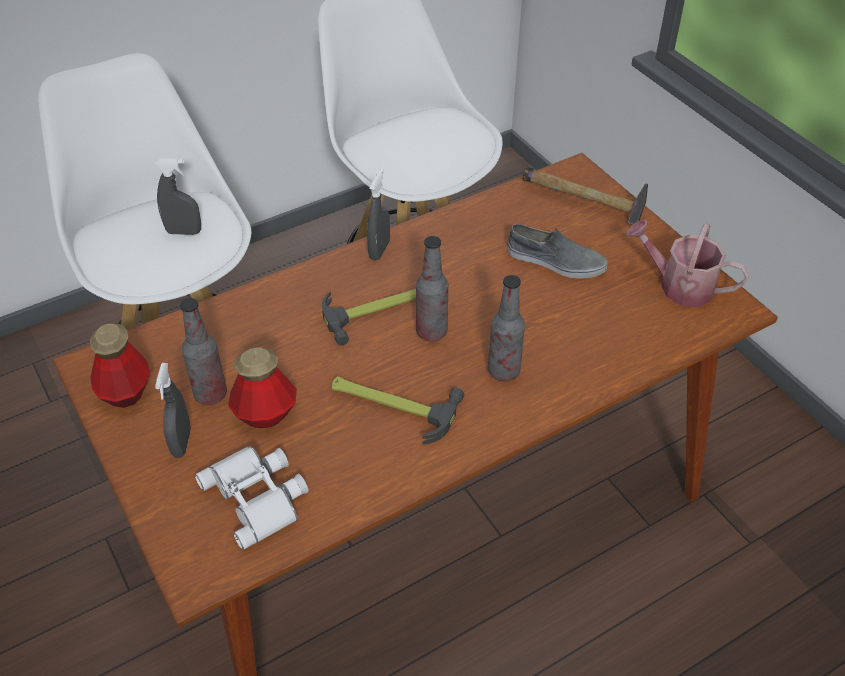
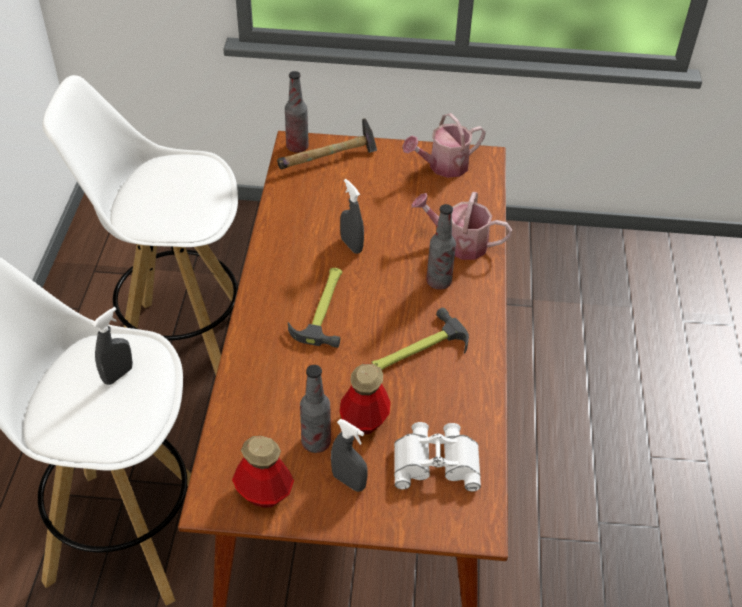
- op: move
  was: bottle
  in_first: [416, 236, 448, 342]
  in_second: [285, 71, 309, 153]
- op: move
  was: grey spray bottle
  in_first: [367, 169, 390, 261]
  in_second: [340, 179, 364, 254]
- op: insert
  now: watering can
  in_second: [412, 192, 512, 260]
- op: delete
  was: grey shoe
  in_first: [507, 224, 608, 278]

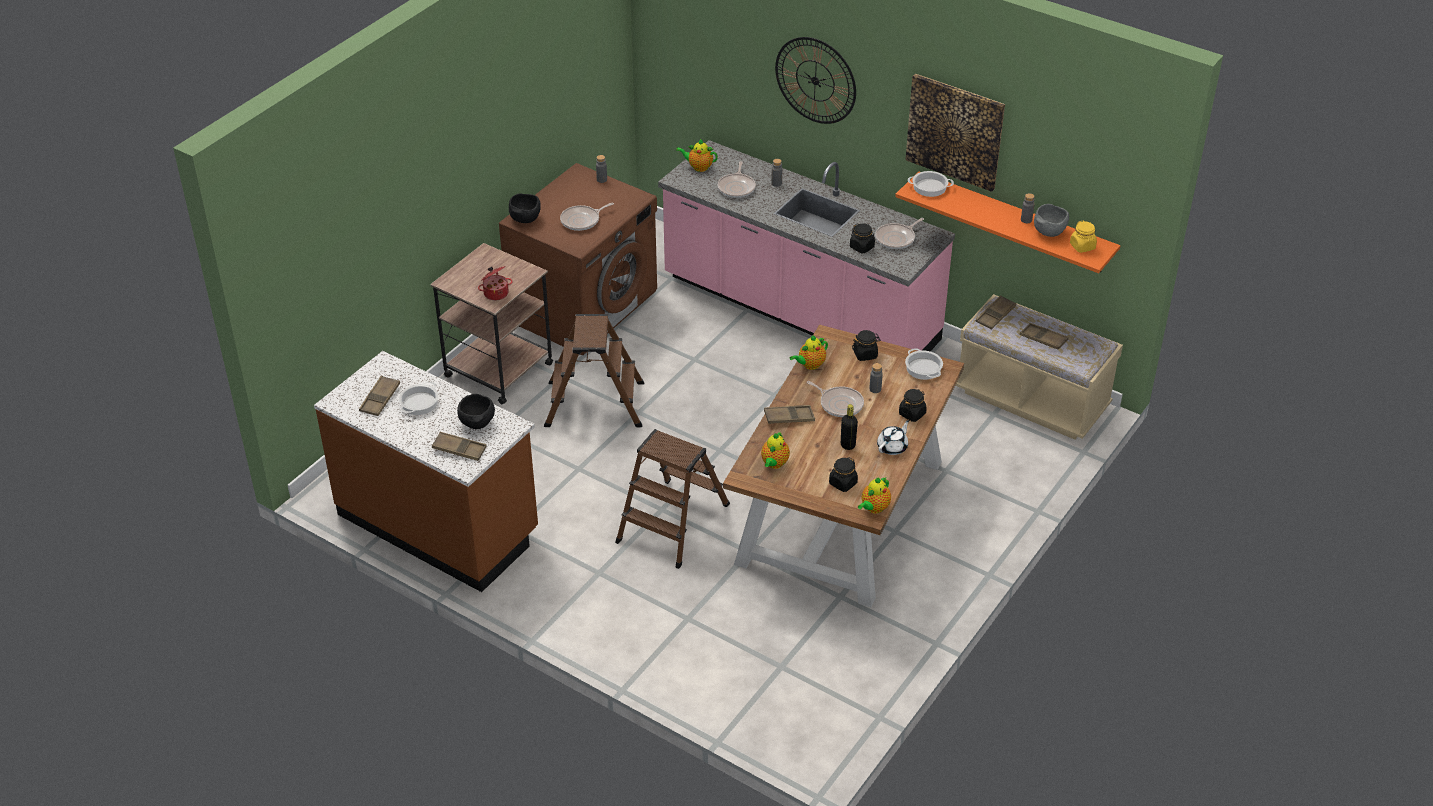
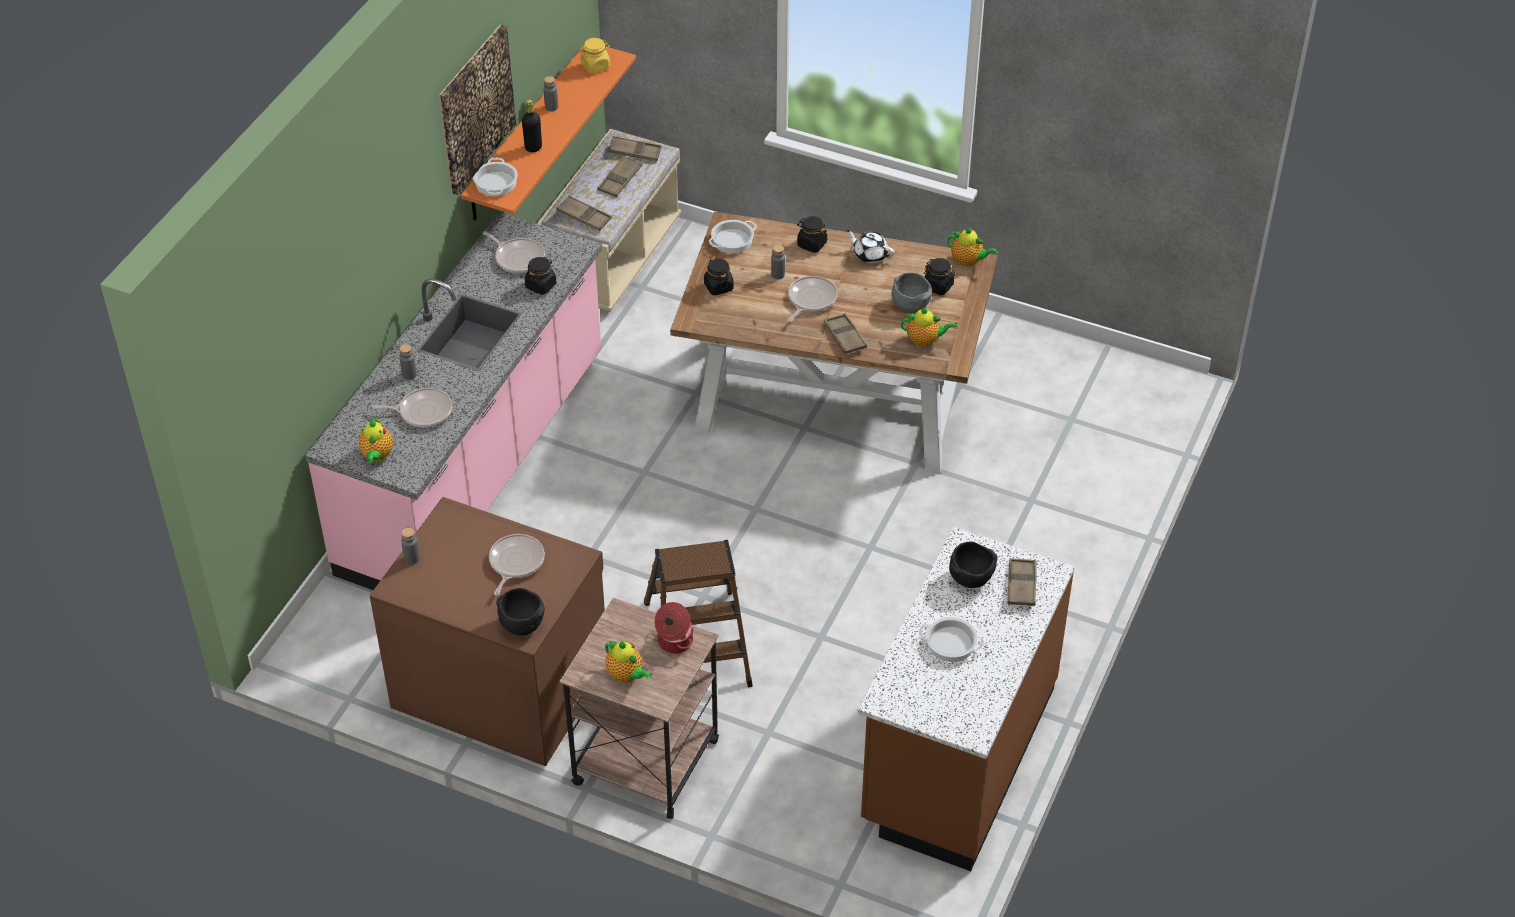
- op: rotate
  was: frying pan
  in_first: [560, 203, 614, 231]
  in_second: [489, 534, 545, 595]
  clockwise: -120
- op: move
  was: black bottle
  in_first: [841, 404, 858, 450]
  in_second: [522, 99, 542, 152]
- op: move
  was: teapot
  in_first: [790, 335, 828, 370]
  in_second: [605, 641, 652, 683]
- op: move
  was: brown tray
  in_first: [359, 376, 400, 416]
  in_second: [609, 136, 662, 161]
- op: move
  was: grey bowl
  in_first: [1034, 204, 1069, 237]
  in_second: [891, 272, 932, 313]
- op: delete
  was: brown step ladder
  in_first: [615, 429, 730, 569]
- op: delete
  was: wall clock
  in_first: [775, 37, 856, 124]

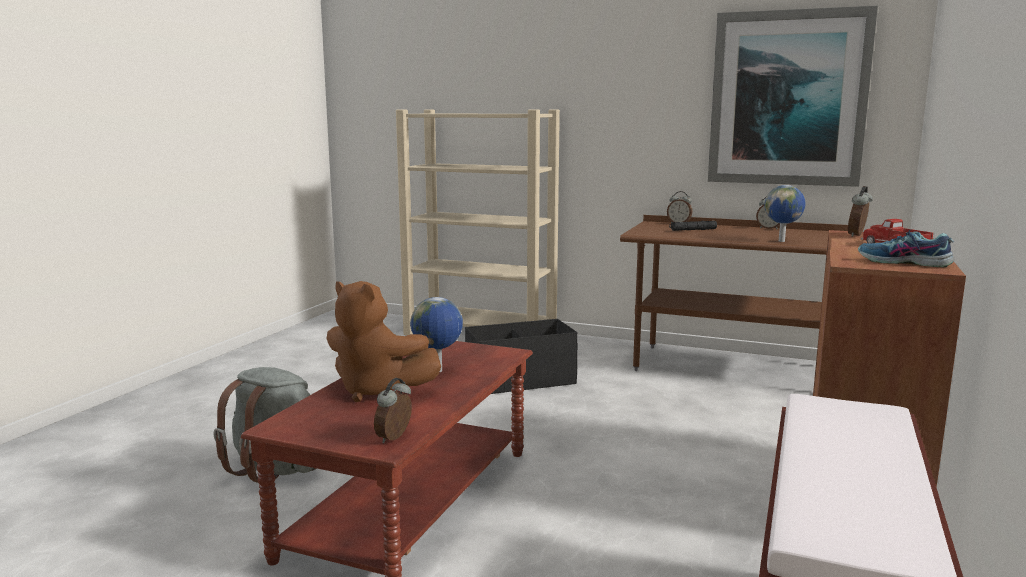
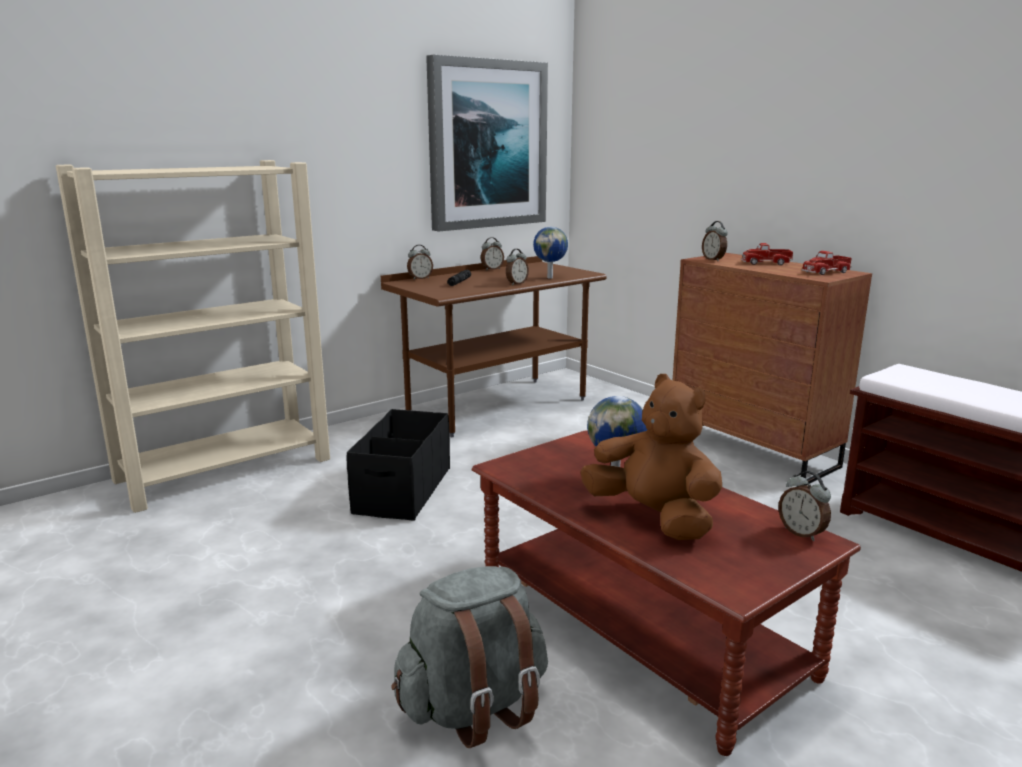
- op: insert
  now: alarm clock
  in_second: [506, 249, 529, 285]
- op: rotate
  was: brown plush toy
  in_first: [326, 281, 441, 402]
  in_second: [580, 374, 722, 540]
  clockwise: -105
- op: replace
  was: shoe
  now: toy truck
  in_first: [858, 230, 954, 267]
  in_second: [801, 251, 852, 275]

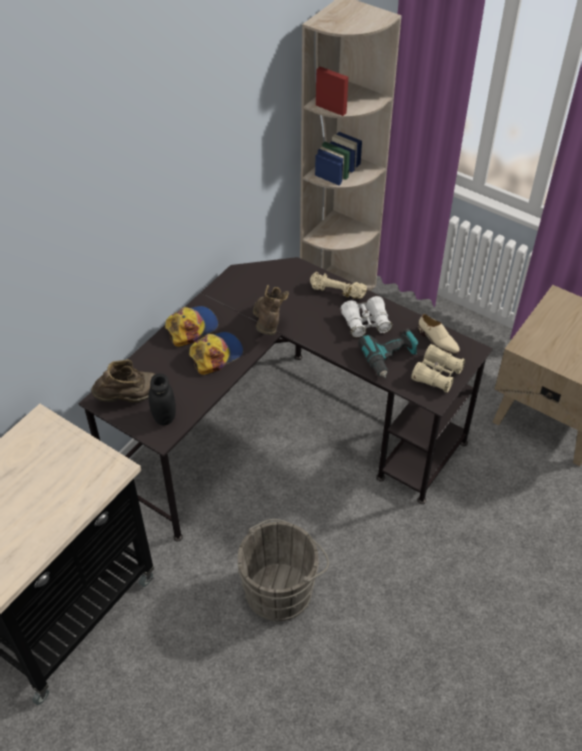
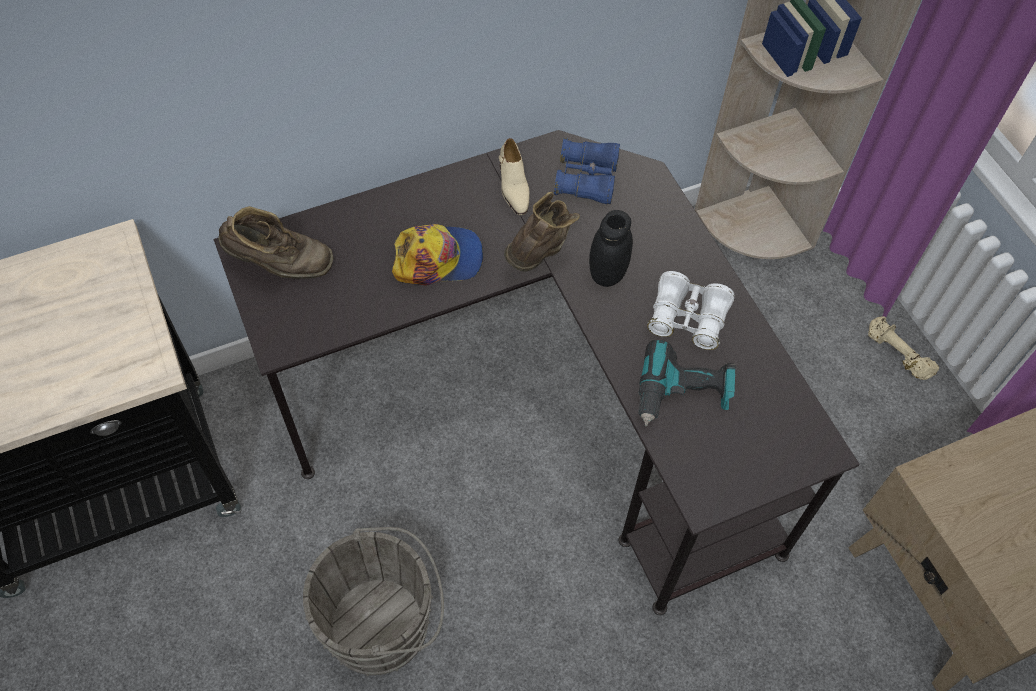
- op: move
  was: beige shoe
  in_first: [418, 314, 460, 354]
  in_second: [499, 138, 530, 215]
- op: insert
  now: blue binoculars
  in_second: [554, 138, 620, 204]
- op: move
  was: black jar
  in_first: [148, 374, 176, 426]
  in_second: [589, 210, 633, 287]
- op: move
  was: beige dumbbell
  in_first: [310, 272, 367, 299]
  in_second: [868, 316, 939, 380]
- op: delete
  was: cap
  in_first: [165, 306, 218, 347]
- op: delete
  was: beige binoculars
  in_first: [411, 344, 465, 393]

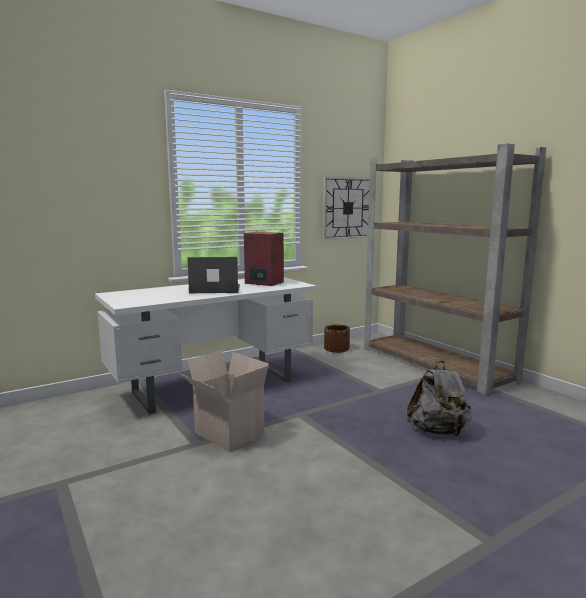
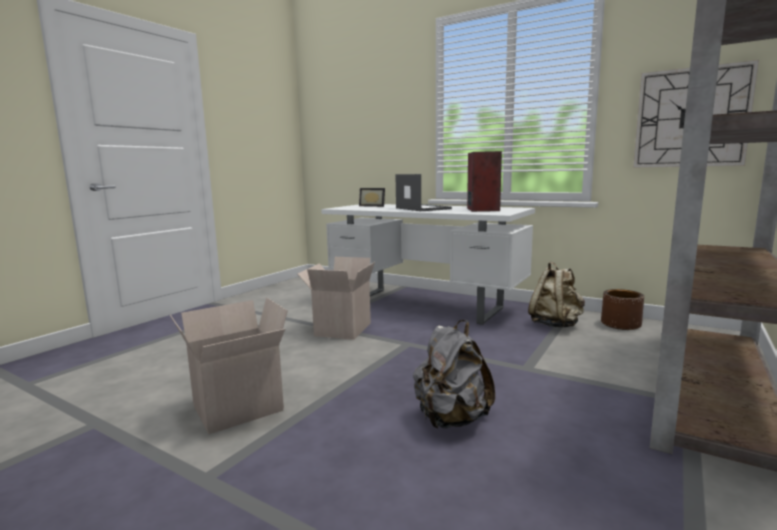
- op: insert
  now: cardboard box
  in_second: [170, 297, 288, 434]
- op: insert
  now: picture frame
  in_second: [359, 188, 385, 207]
- op: insert
  now: beige backpack
  in_second: [528, 262, 585, 328]

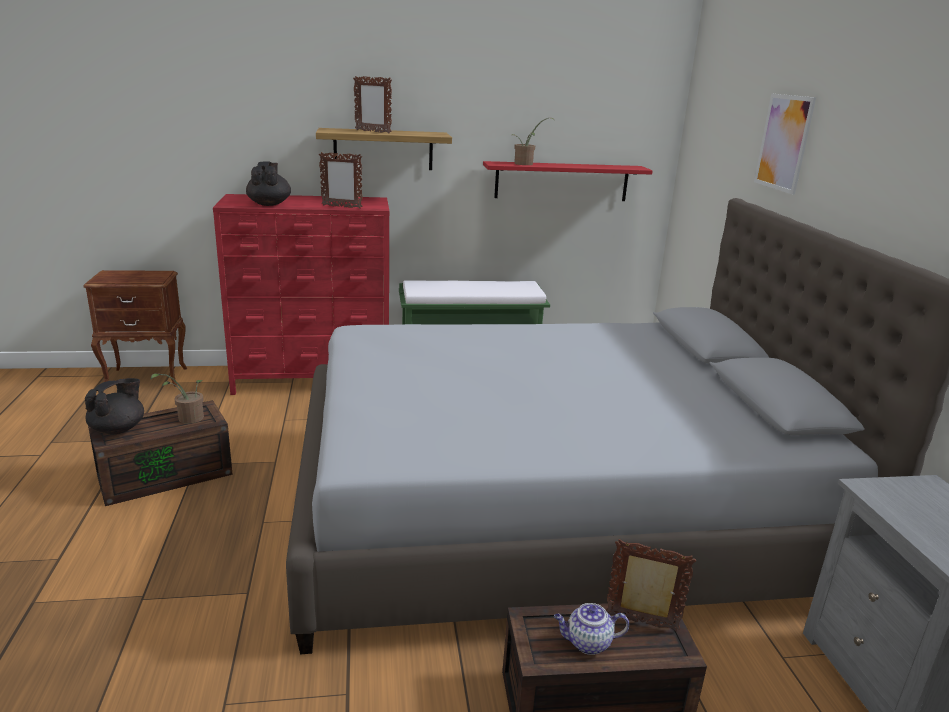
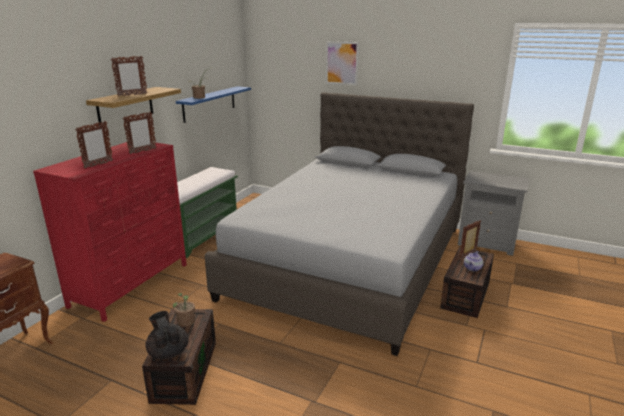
- op: replace
  was: black teapot
  now: picture frame
  in_first: [246, 161, 291, 206]
  in_second: [75, 121, 113, 169]
- op: recolor
  was: red shelf
  now: blue shelf
  in_first: [483, 161, 653, 201]
  in_second: [176, 86, 251, 123]

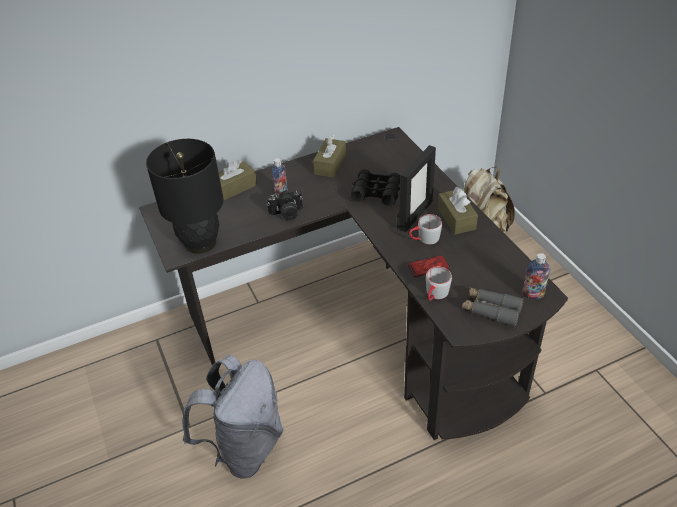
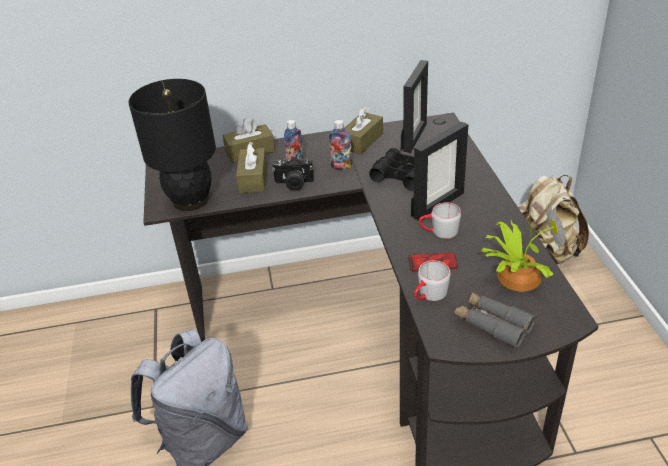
- op: move
  was: brown tissue box
  in_first: [438, 187, 478, 235]
  in_second: [236, 142, 267, 193]
- op: move
  was: bottle
  in_first: [522, 253, 551, 299]
  in_second: [329, 120, 352, 171]
- op: insert
  now: picture frame
  in_second: [401, 60, 428, 153]
- op: insert
  now: potted plant
  in_second: [481, 205, 565, 291]

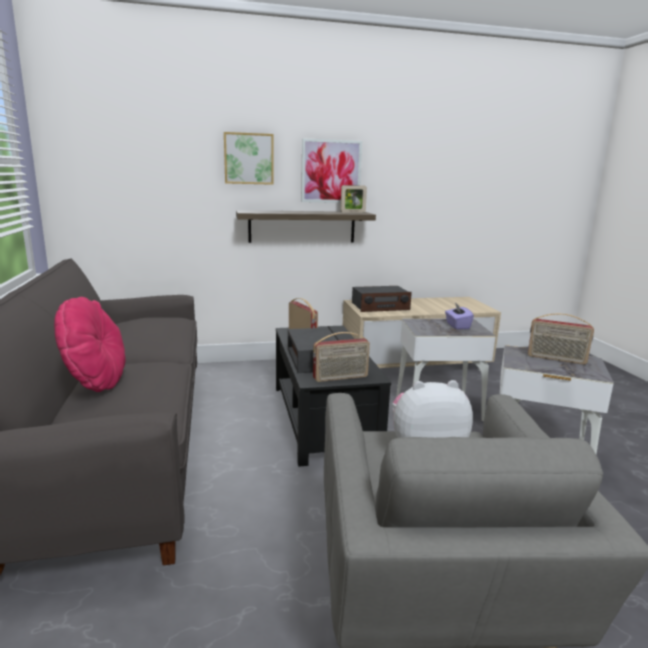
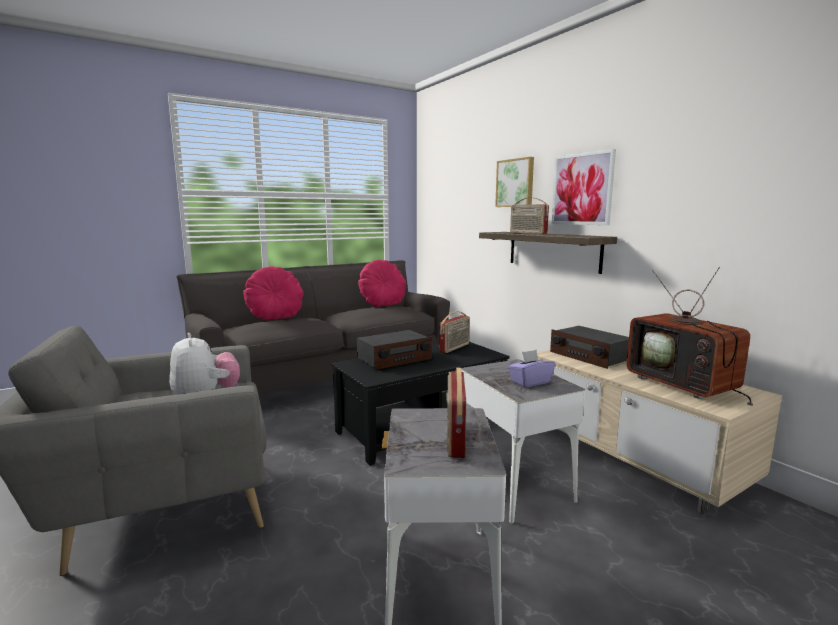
- op: insert
  now: pink pillow
  in_second: [358, 260, 406, 307]
- op: move
  was: radio
  in_first: [313, 332, 370, 382]
  in_second: [510, 197, 549, 234]
- op: insert
  now: television
  in_second: [627, 267, 753, 406]
- op: delete
  was: picture frame
  in_first: [340, 185, 367, 213]

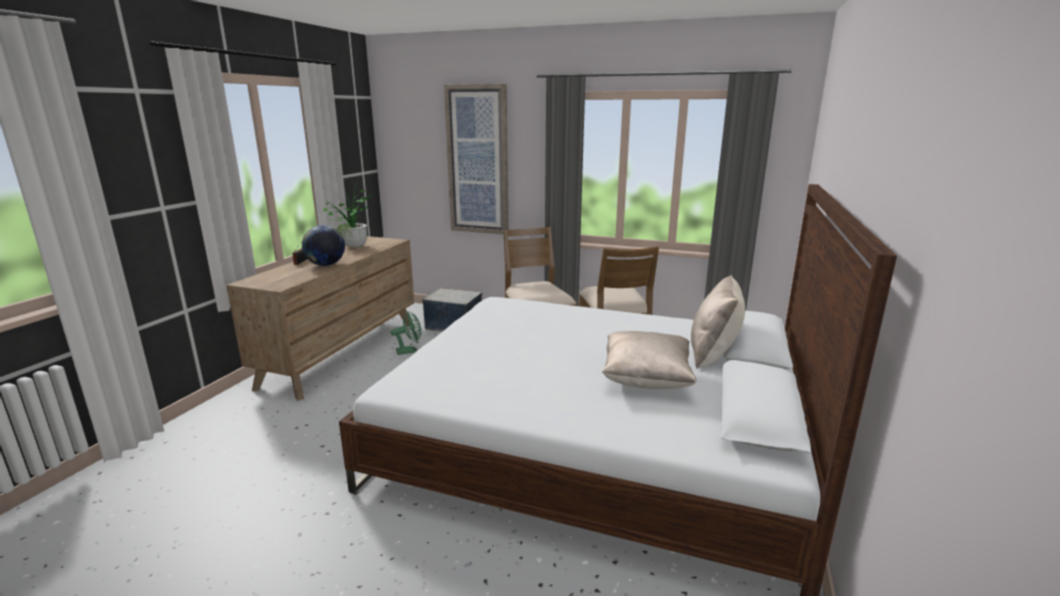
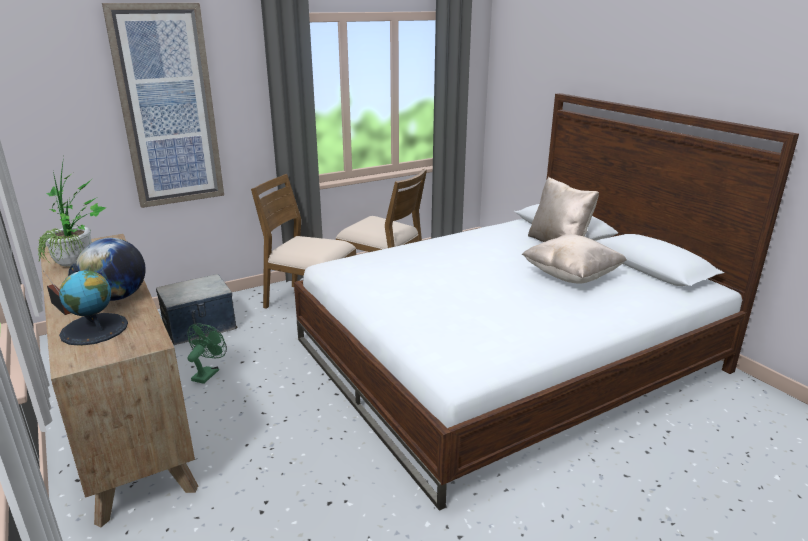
- op: insert
  now: globe
  in_second: [59, 264, 128, 346]

